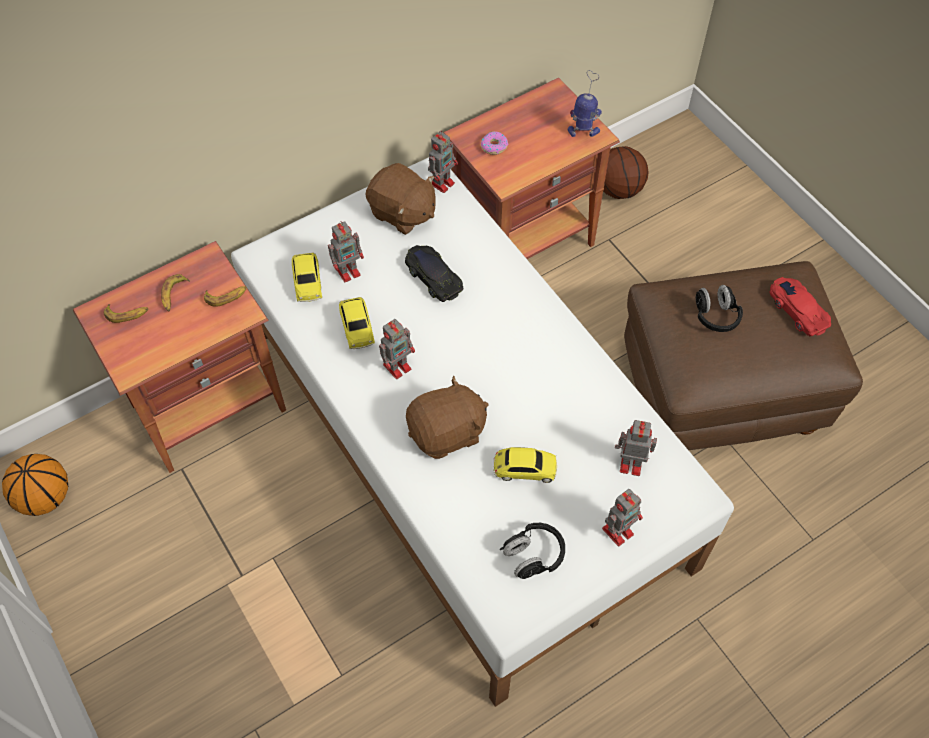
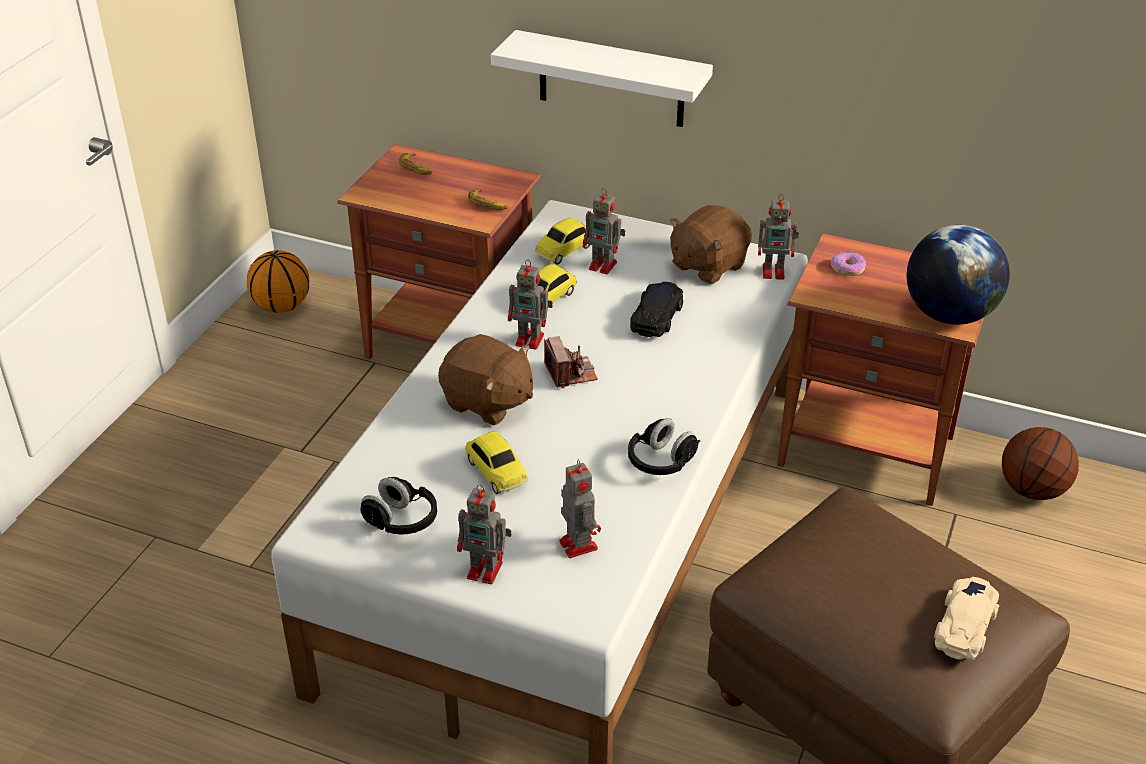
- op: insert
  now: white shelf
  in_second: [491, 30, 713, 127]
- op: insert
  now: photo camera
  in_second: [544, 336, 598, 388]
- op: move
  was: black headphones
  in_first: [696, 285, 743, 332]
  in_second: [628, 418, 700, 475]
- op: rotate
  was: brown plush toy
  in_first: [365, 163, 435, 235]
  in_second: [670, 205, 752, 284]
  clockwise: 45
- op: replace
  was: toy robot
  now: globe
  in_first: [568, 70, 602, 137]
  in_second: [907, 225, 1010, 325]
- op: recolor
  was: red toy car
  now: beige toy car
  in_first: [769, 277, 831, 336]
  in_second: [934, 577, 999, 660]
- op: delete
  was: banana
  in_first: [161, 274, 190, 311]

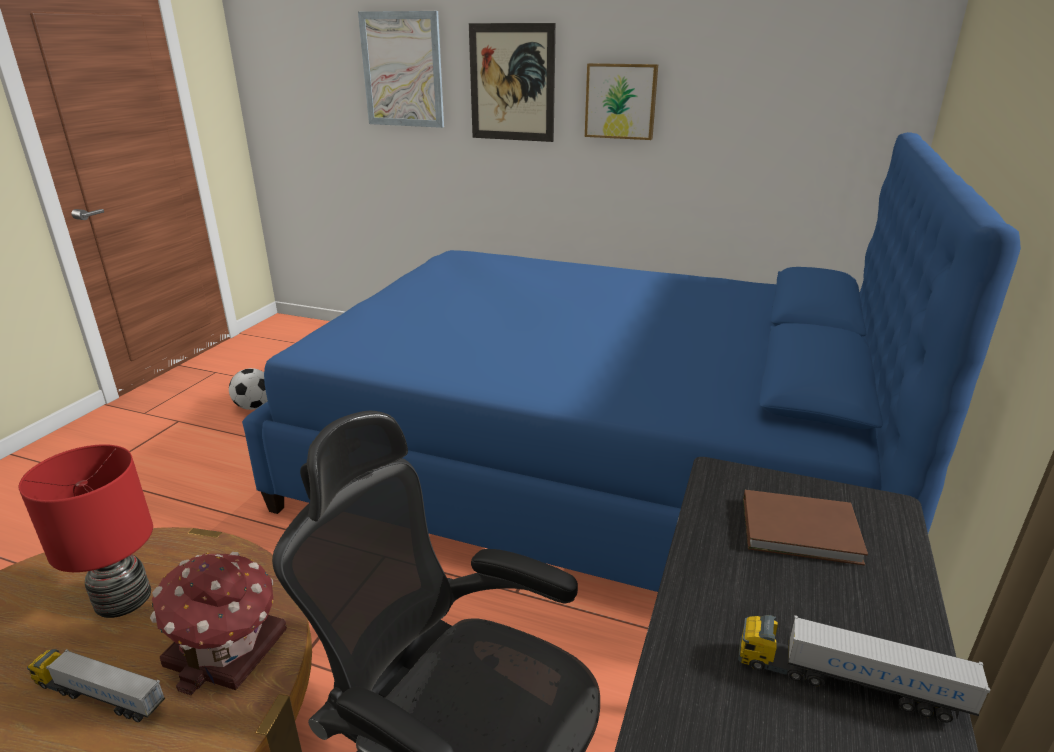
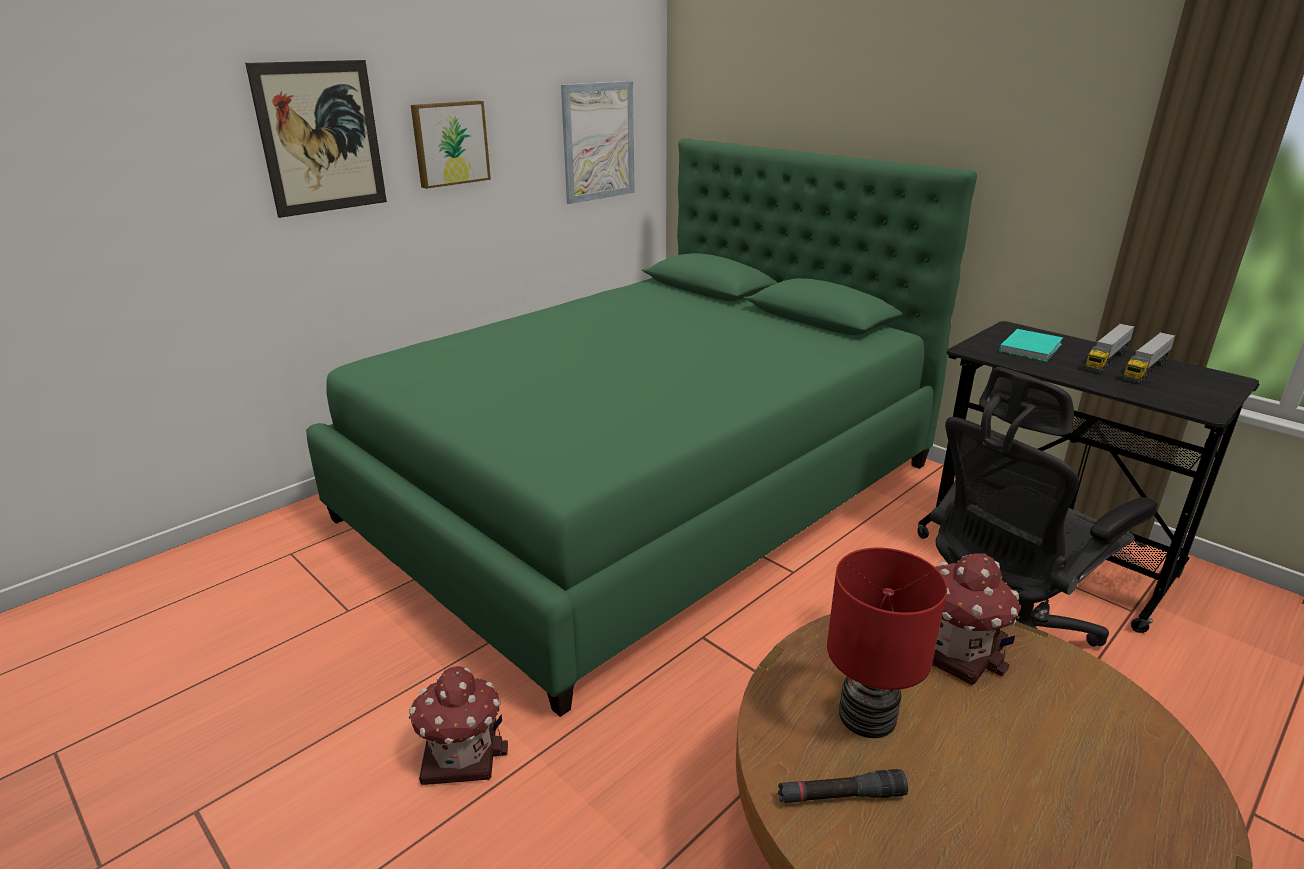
- op: recolor
  was: blue bed
  now: green bed
  in_first: [242, 132, 1021, 592]
  in_second: [306, 138, 977, 717]
- op: insert
  now: toy house
  in_second: [409, 666, 508, 785]
- op: move
  was: picture
  in_first: [358, 11, 444, 128]
  in_second: [561, 81, 635, 204]
- op: insert
  now: black flashlight
  in_second: [778, 769, 908, 803]
- op: recolor
  was: brown book
  now: turquoise book
  in_first: [743, 490, 868, 566]
  in_second: [999, 329, 1063, 362]
- op: move
  was: toy truck
  in_first: [27, 649, 165, 722]
  in_second: [1085, 323, 1135, 372]
- op: delete
  was: football
  in_first: [229, 368, 268, 410]

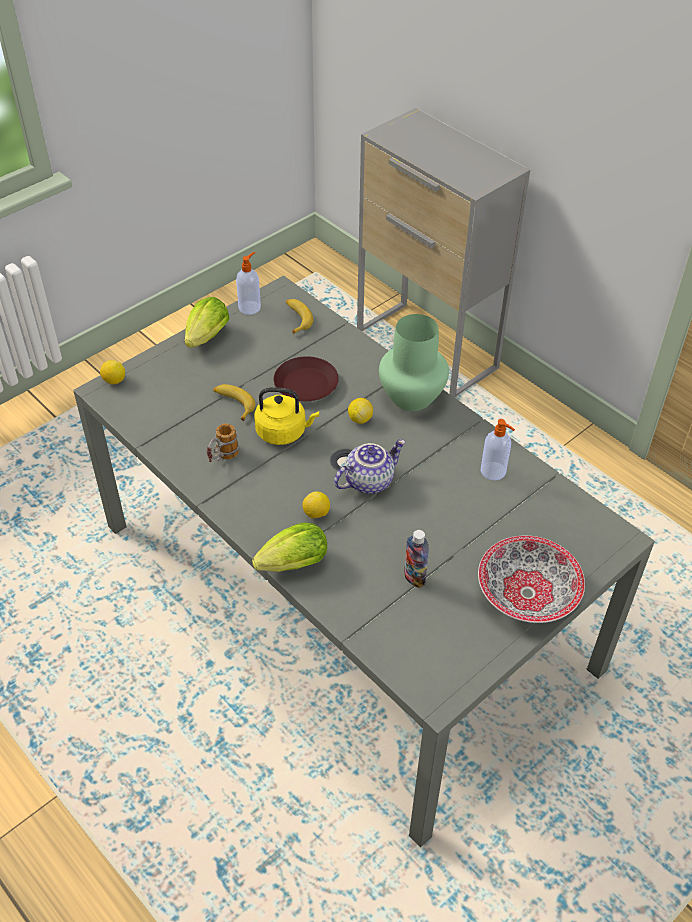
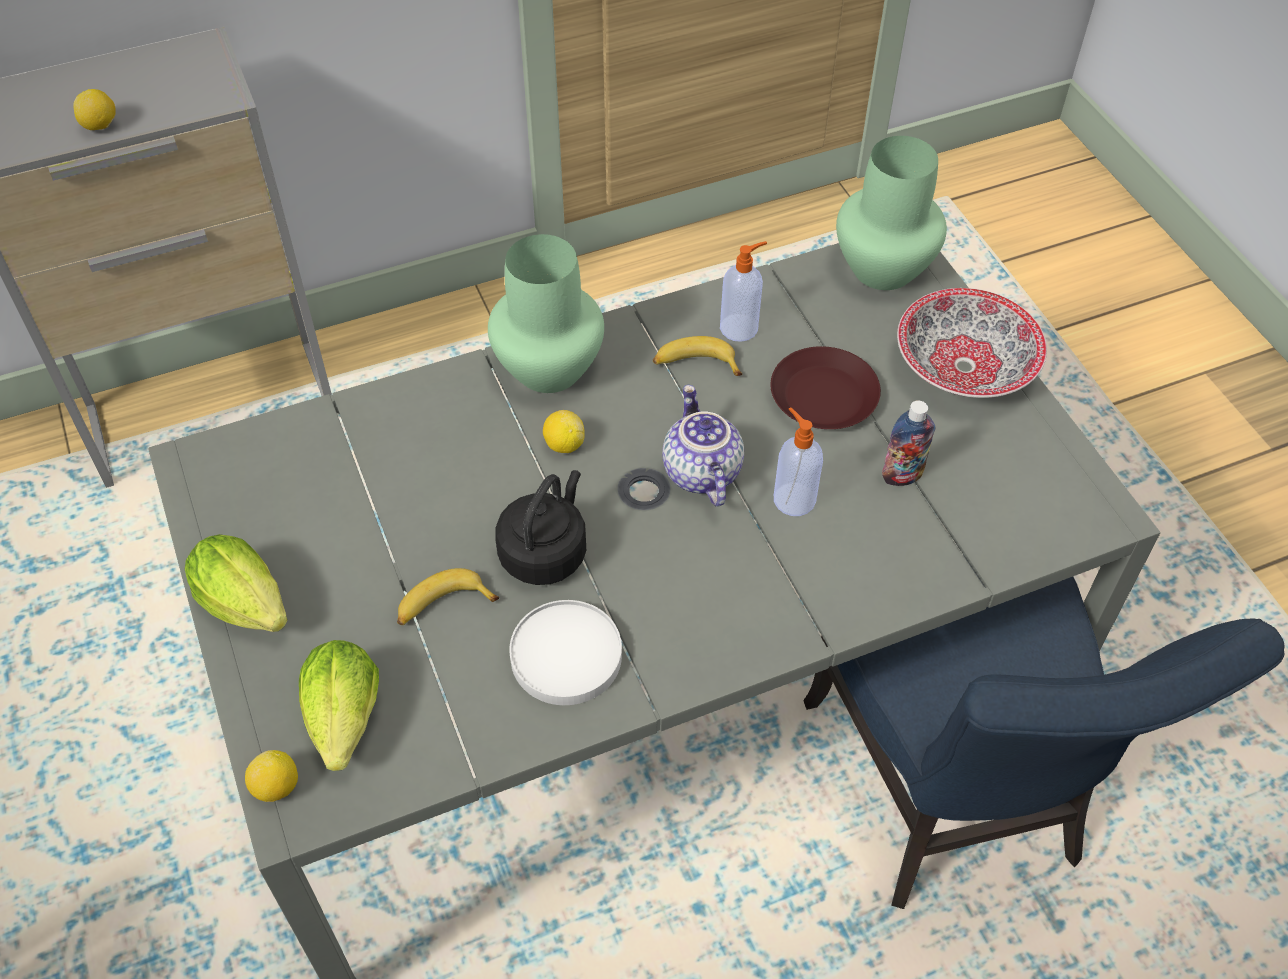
- op: move
  was: lemon
  in_first: [303, 491, 330, 519]
  in_second: [73, 89, 116, 130]
- op: move
  was: lettuce
  in_first: [252, 522, 327, 572]
  in_second: [299, 640, 379, 771]
- op: recolor
  was: yellow kettle
  now: black kettle
  in_first: [254, 387, 319, 445]
  in_second: [495, 470, 586, 585]
- op: replace
  was: mug
  now: white plate
  in_first: [206, 424, 239, 462]
  in_second: [509, 600, 622, 705]
- op: move
  was: banana
  in_first: [286, 299, 313, 334]
  in_second: [653, 336, 742, 376]
- op: move
  was: brown plate
  in_first: [274, 356, 339, 401]
  in_second: [771, 346, 881, 429]
- op: move
  was: soap dispenser
  in_first: [236, 252, 261, 315]
  in_second: [774, 408, 823, 516]
- op: insert
  now: blue chair
  in_second: [803, 555, 1284, 909]
- op: insert
  now: green vase
  in_second: [836, 136, 947, 290]

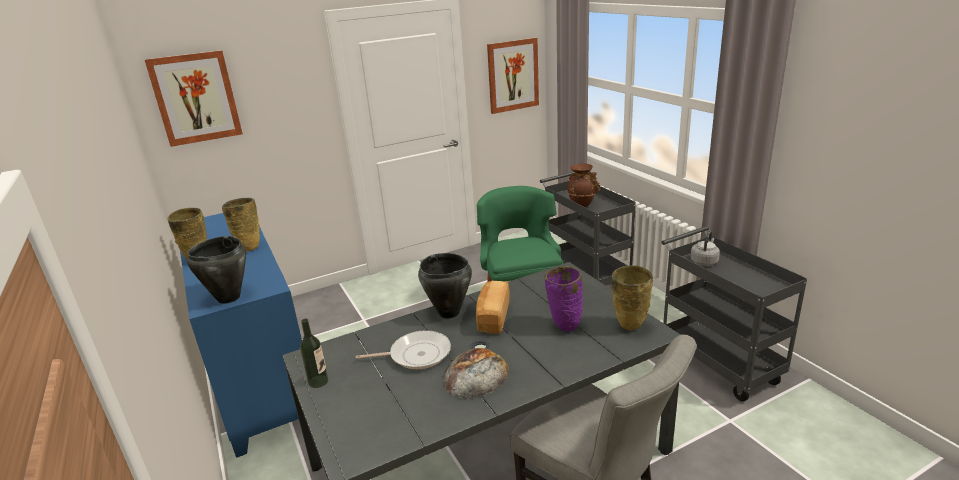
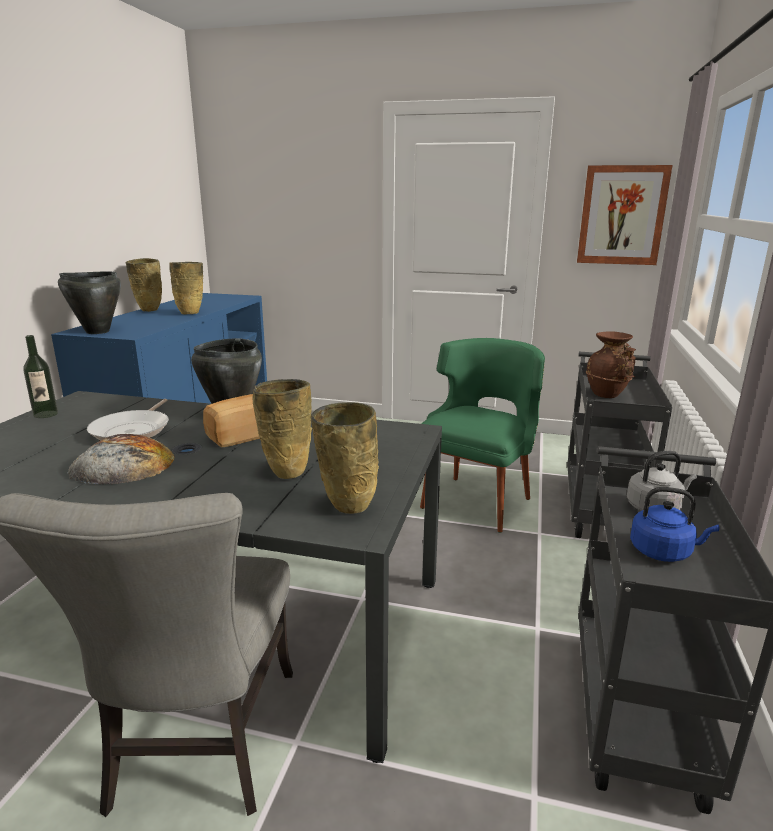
- op: rotate
  was: frying pan
  in_first: [356, 330, 451, 369]
  in_second: [87, 399, 169, 441]
  clockwise: 60
- op: recolor
  was: purple vase
  now: beige vase
  in_first: [545, 266, 583, 332]
  in_second: [253, 379, 312, 479]
- op: insert
  now: blue kettle
  in_second: [630, 487, 719, 562]
- op: delete
  was: picture
  in_first: [145, 50, 243, 147]

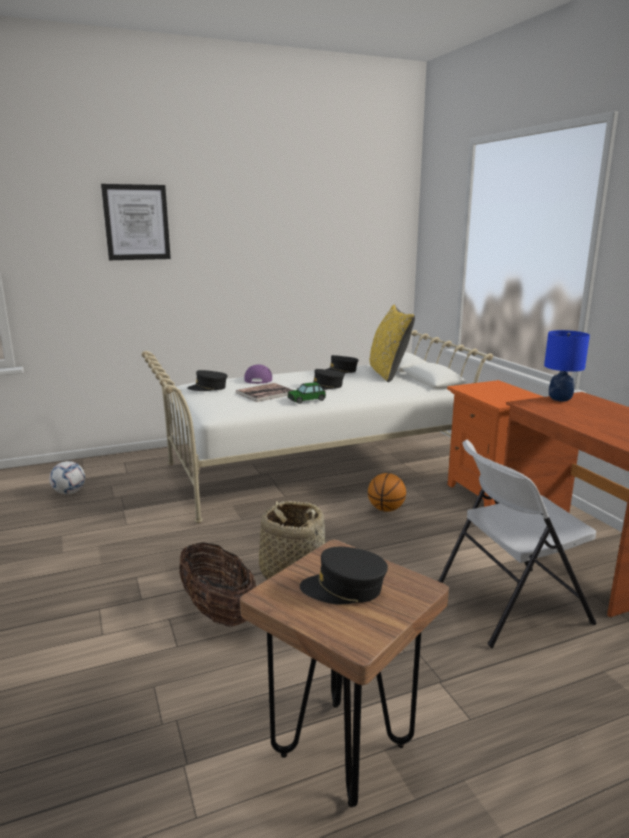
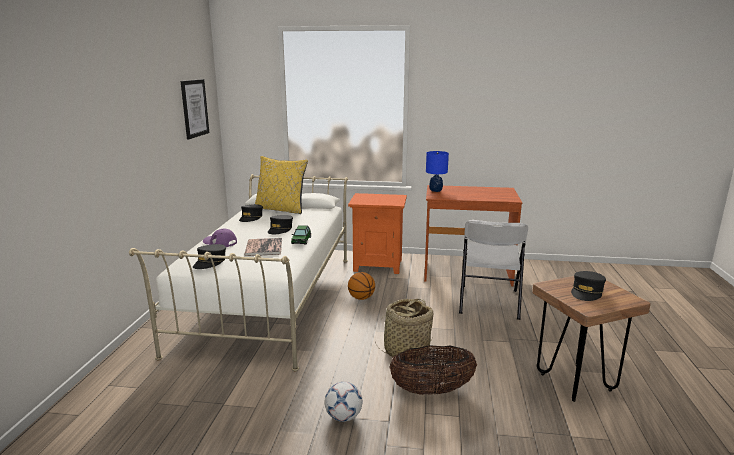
- op: move
  was: picture
  in_first: [101, 184, 171, 260]
  in_second: [181, 79, 209, 139]
- op: move
  was: football
  in_first: [50, 461, 85, 494]
  in_second: [325, 382, 362, 422]

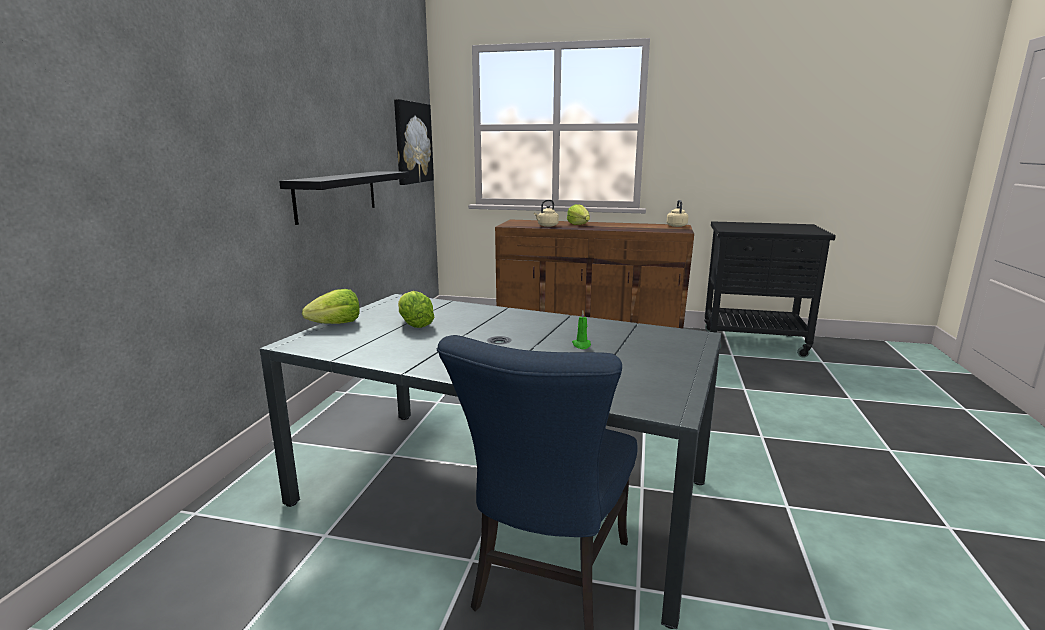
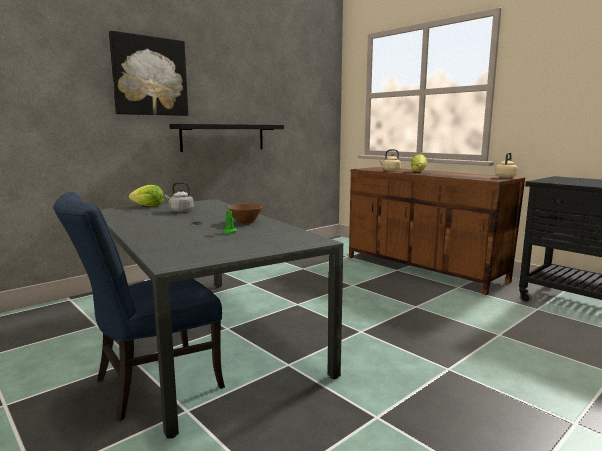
- op: move
  was: picture
  in_first: [394, 99, 434, 185]
  in_second: [109, 30, 188, 116]
- op: replace
  was: lettuce
  now: grey kettle
  in_first: [398, 291, 435, 328]
  in_second: [165, 182, 194, 212]
- op: insert
  now: brown bowl
  in_second: [228, 203, 262, 224]

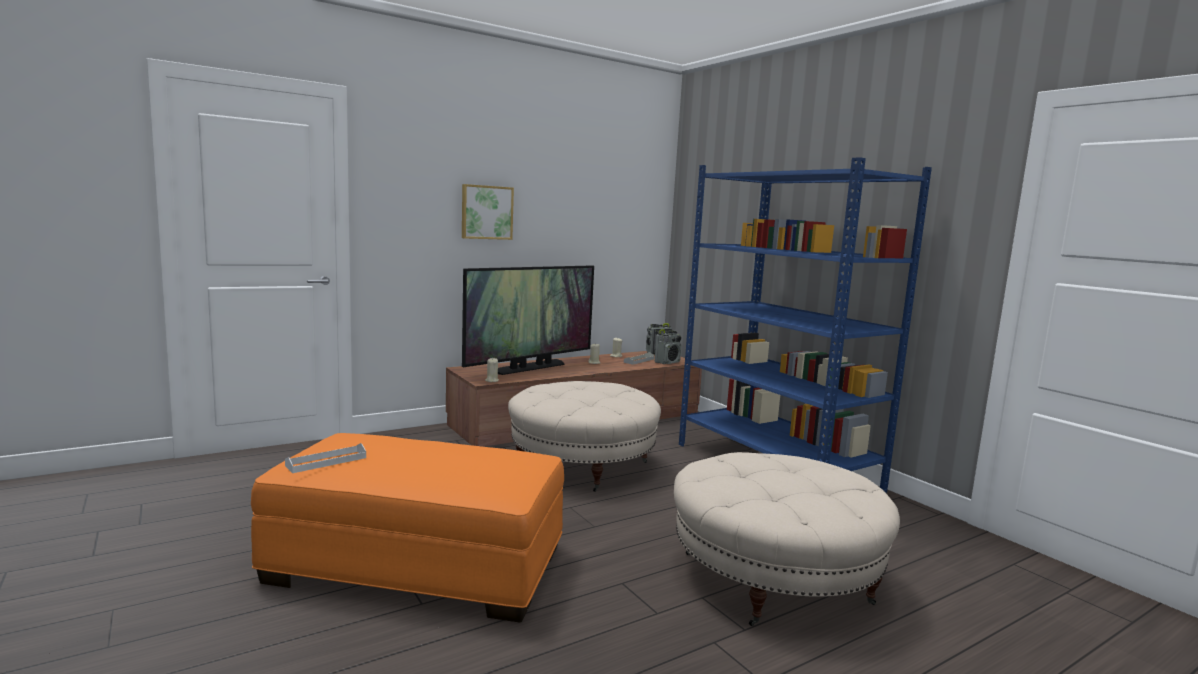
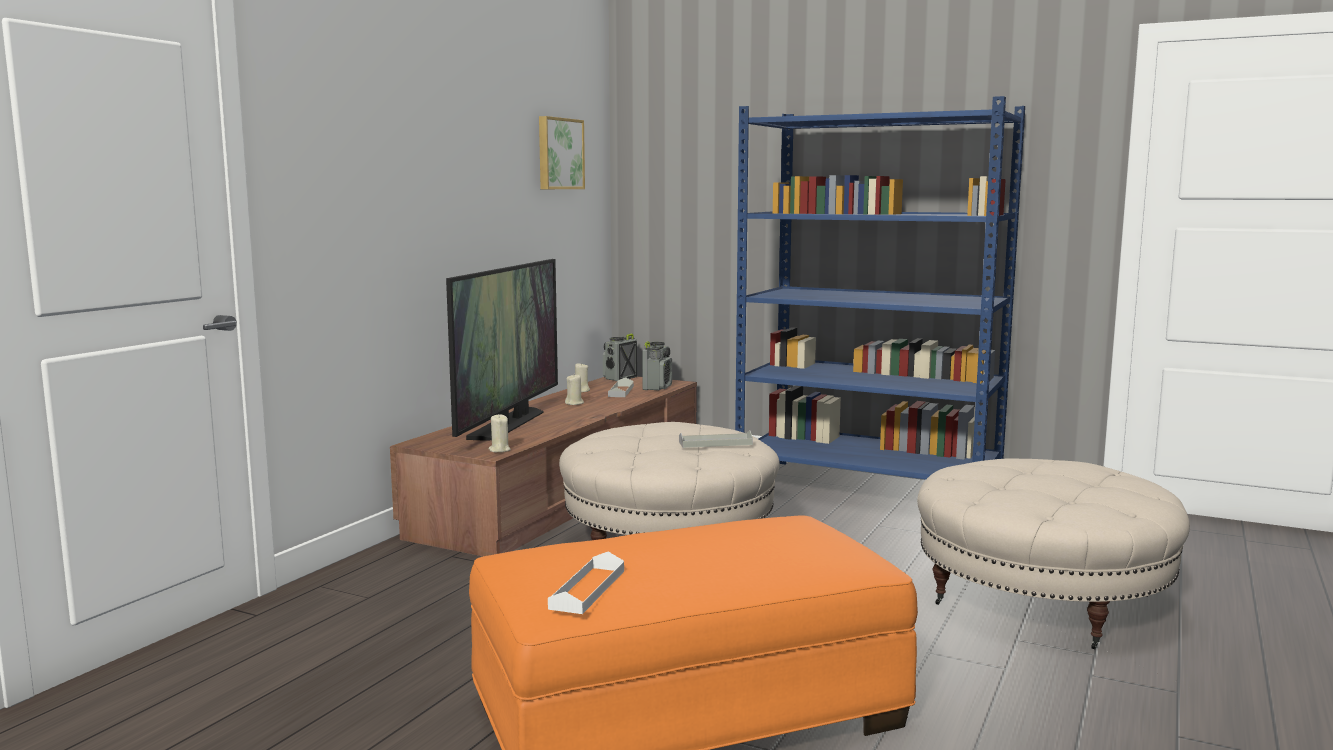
- op: move
  was: picture
  in_first: [462, 184, 514, 240]
  in_second: [539, 116, 585, 189]
- op: insert
  now: grey tray
  in_second: [679, 430, 753, 448]

